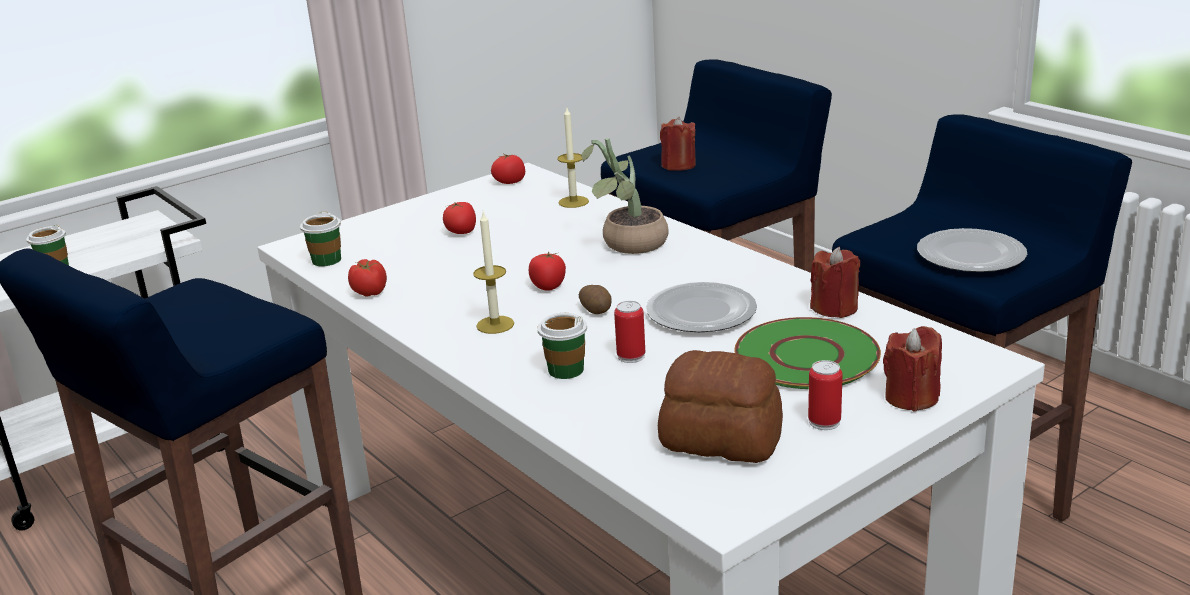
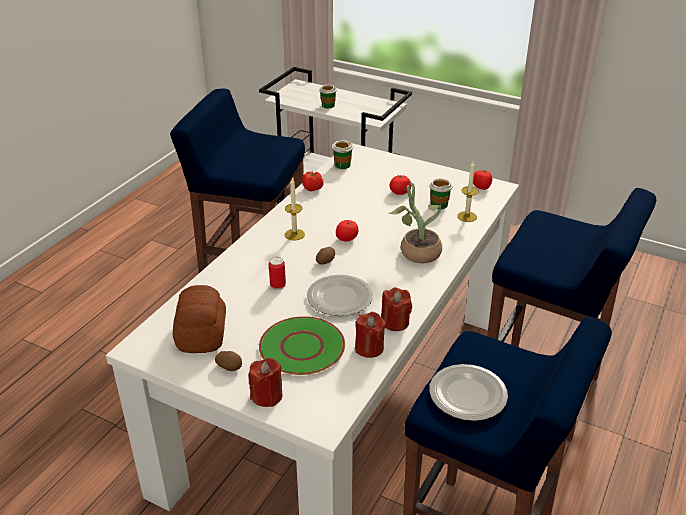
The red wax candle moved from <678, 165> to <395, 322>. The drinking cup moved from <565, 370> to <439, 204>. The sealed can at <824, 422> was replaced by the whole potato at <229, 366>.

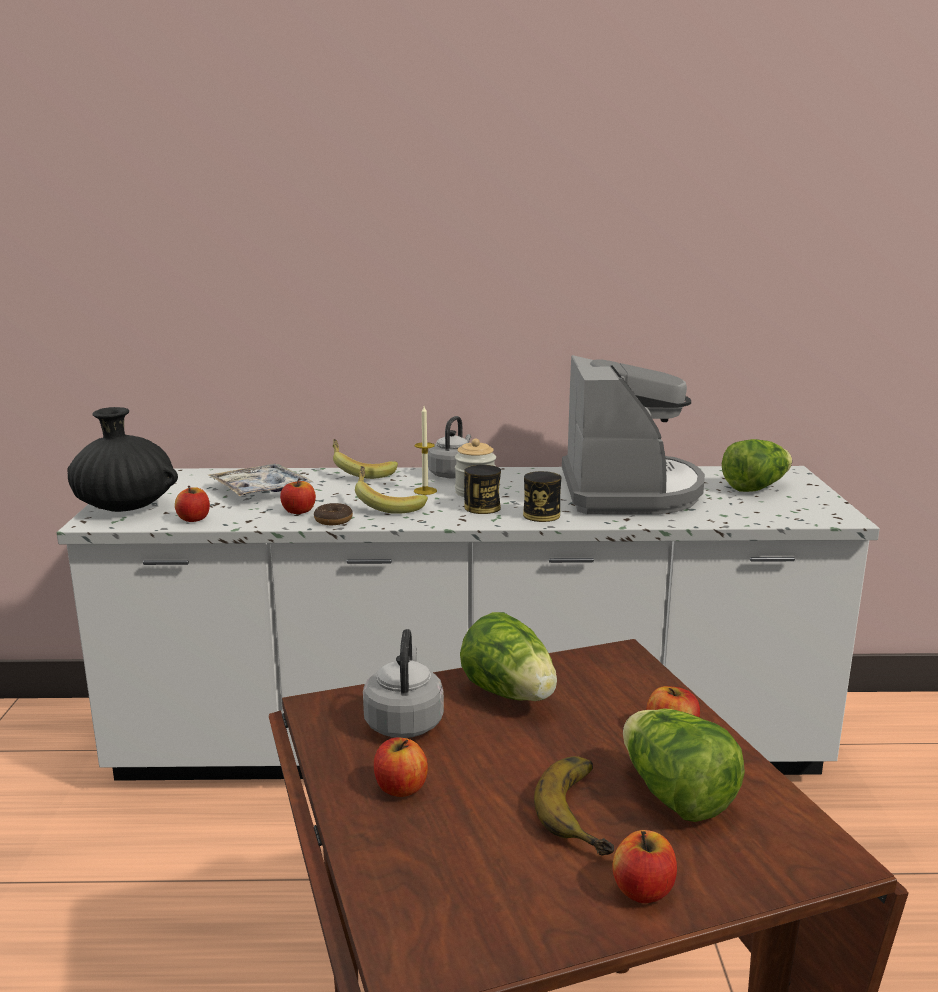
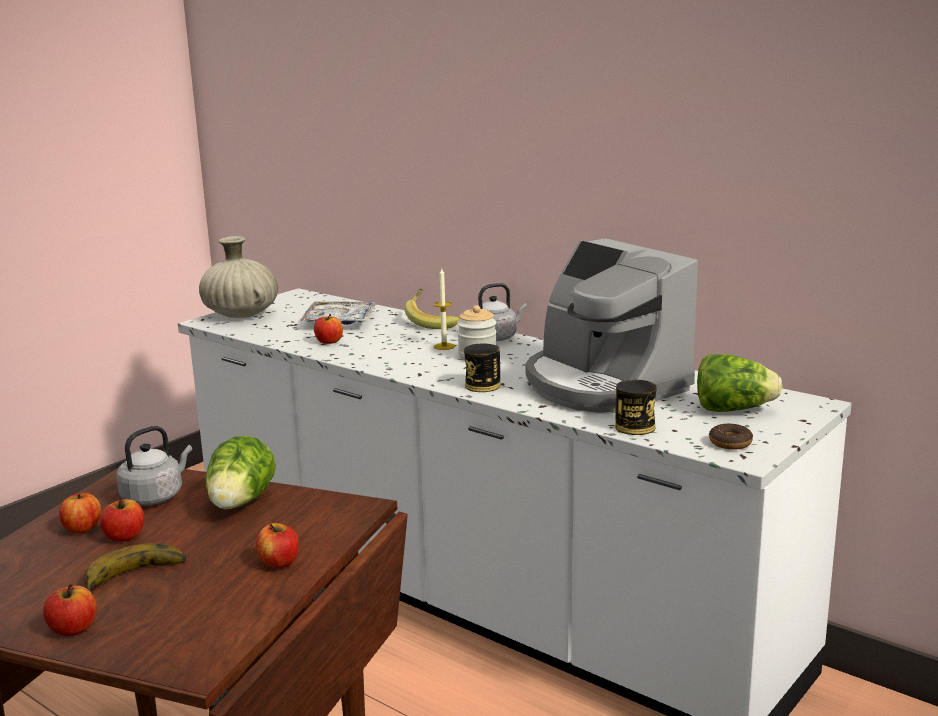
The coffee machine at <629, 491> turned 105 degrees clockwise. The black-coloured vase at <125, 507> became the beige vase at <241, 315>. The sealed can moved from <482, 508> to <635, 427>. The banana at <388, 506> disappeared. The whole apple moved from <194, 519> to <125, 536>. The ring doughnut moved from <333, 520> to <730, 443>. The lettuce at <675, 796> disappeared.

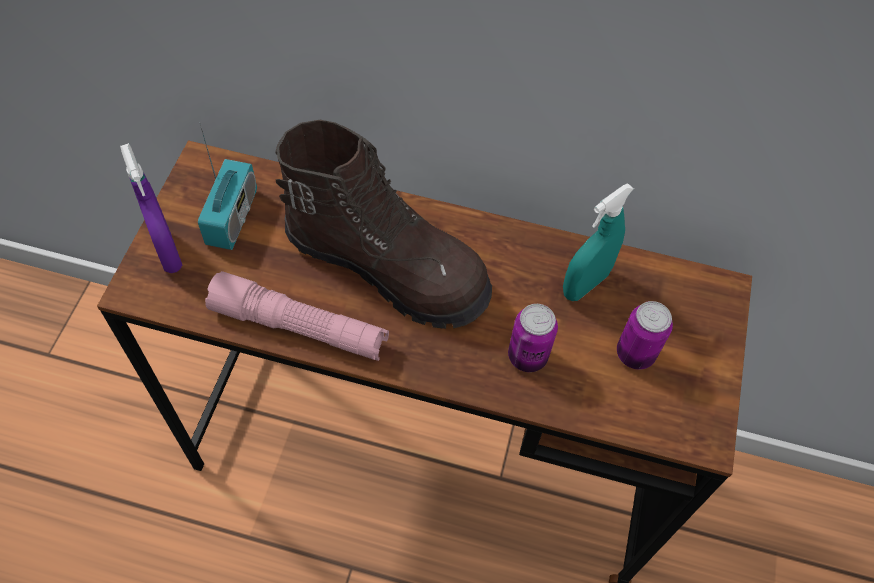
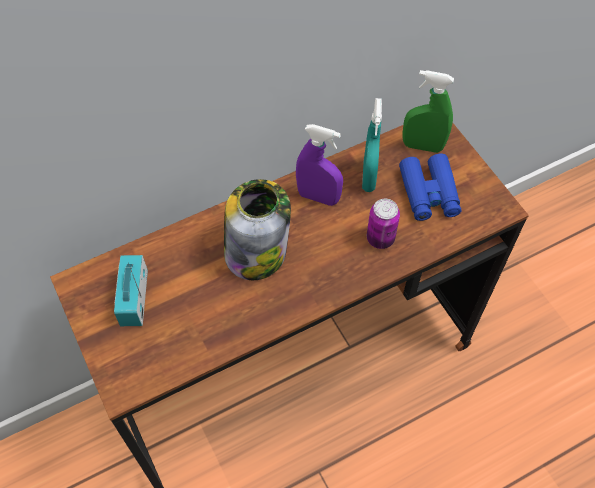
The brown boot at <388, 265> was replaced by the storage jar at <256, 251>. The radio at <232, 217> turned 150 degrees counterclockwise. The purplish hand sprayer moved from <168, 252> to <318, 197>. The pink-coloured flashlight at <299, 327> disappeared. The sealed can at <635, 354> was replaced by the blue binoculars at <429, 193>. The green-coloured hand sprayer at <422, 146> appeared.

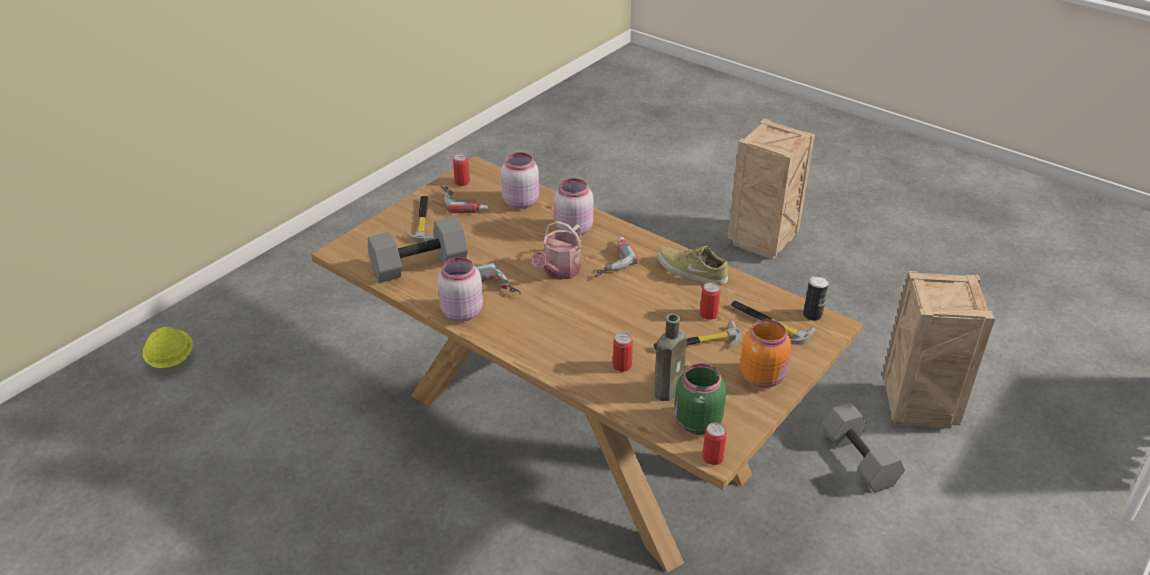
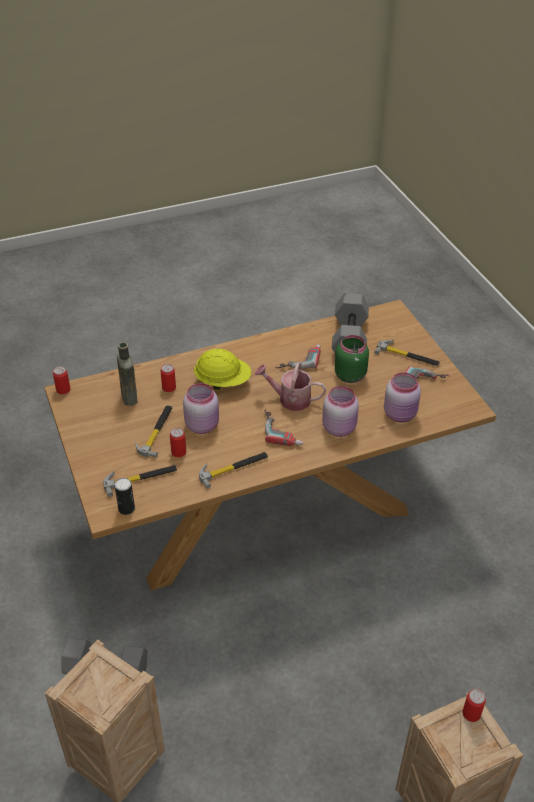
The sealed can moved from <462, 182> to <471, 714>. The watering can at <559, 271> turned 45 degrees counterclockwise. The beige shoe at <691, 271> was replaced by the tool hammer at <233, 468>. The pink-coloured storage jar moved from <460, 312> to <202, 425>. The orange-coloured storage jar at <763, 376> disappeared. The yellow-coloured hard hat moved from <171, 360> to <223, 382>. The green-coloured storage jar moved from <696, 423> to <350, 375>.

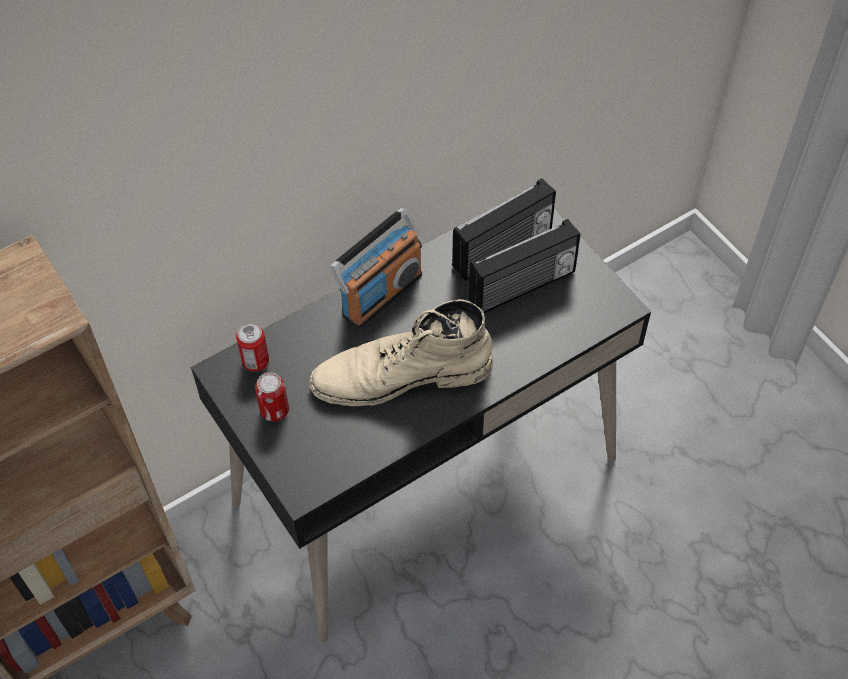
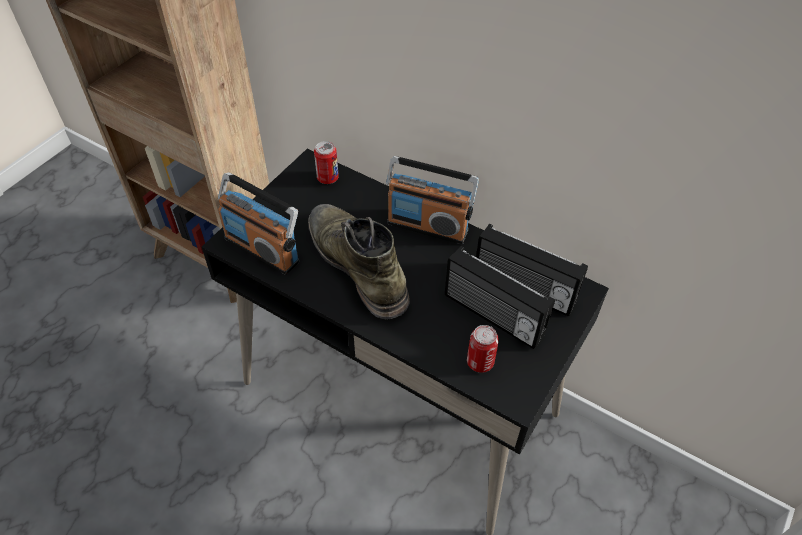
The beige boot at <401, 376> became the green-coloured boot at <357, 264>. The sealed can moved from <274, 410> to <480, 362>. The radio at <262, 249> appeared.

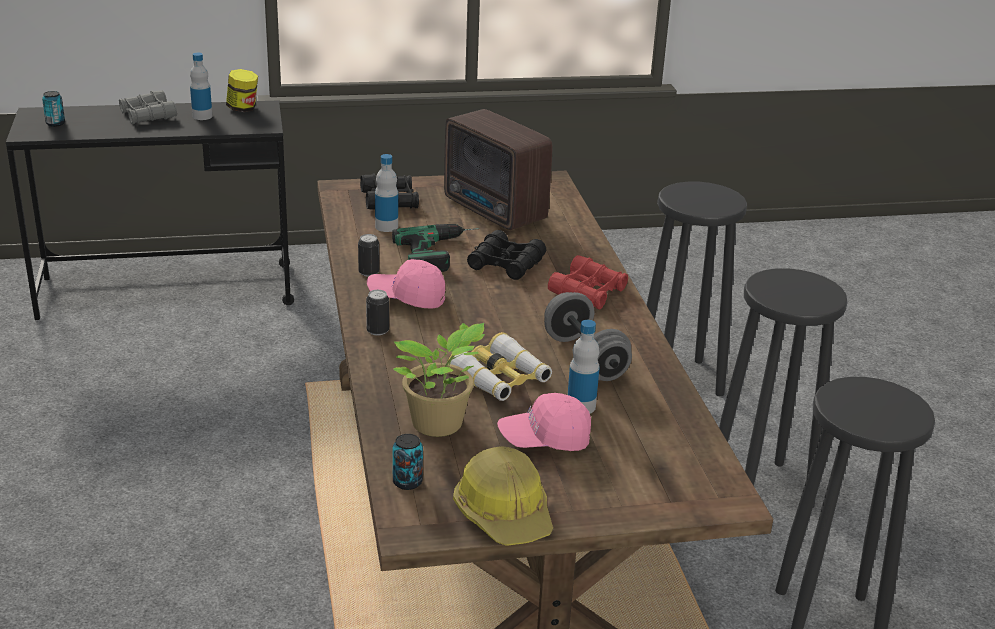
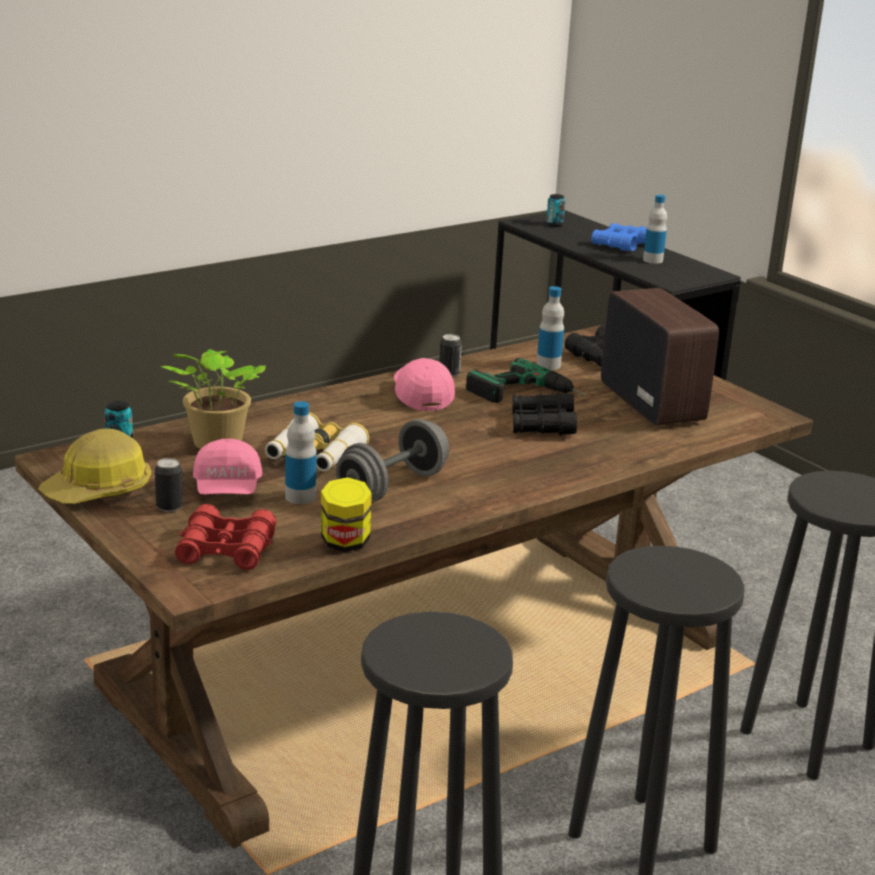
The storage jar moved from <243, 109> to <345, 543>. The greyish binoculars at <148, 115> became the blue binoculars at <621, 245>. The radio at <495, 211> turned 135 degrees clockwise. The red binoculars moved from <588, 292> to <226, 549>. The sealed can moved from <377, 331> to <169, 507>. The pink-coloured baseball cap at <544, 440> turned 150 degrees counterclockwise.

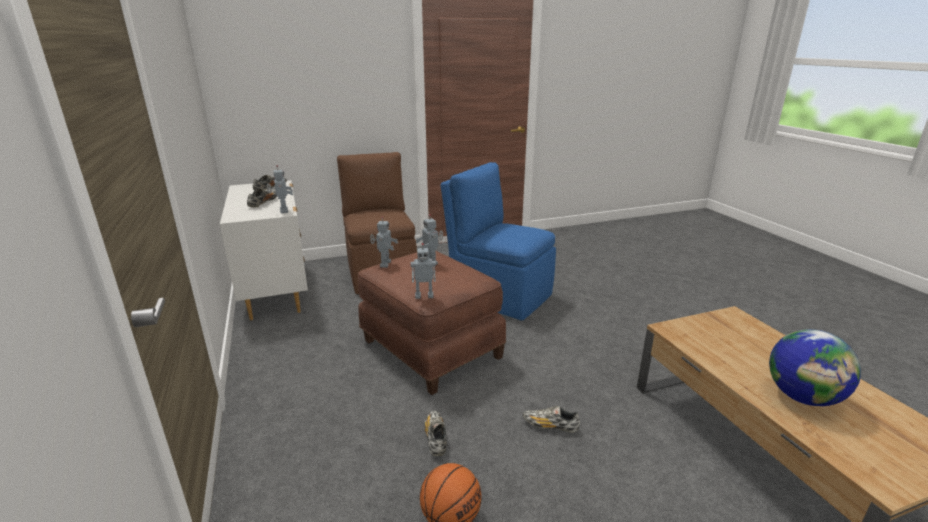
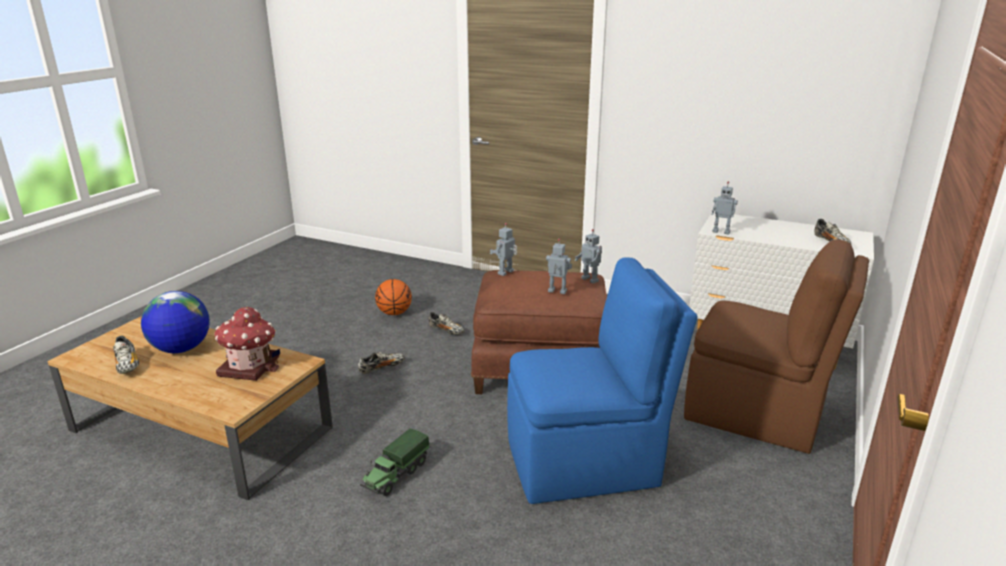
The shoe moved from <263, 203> to <127, 365>. The toy house at <250, 366> appeared. The model truck at <396, 475> appeared.

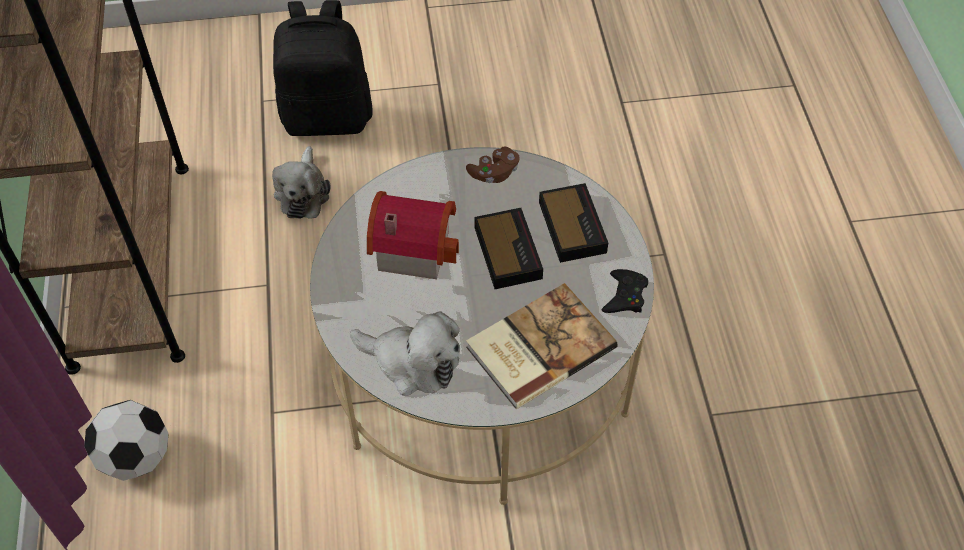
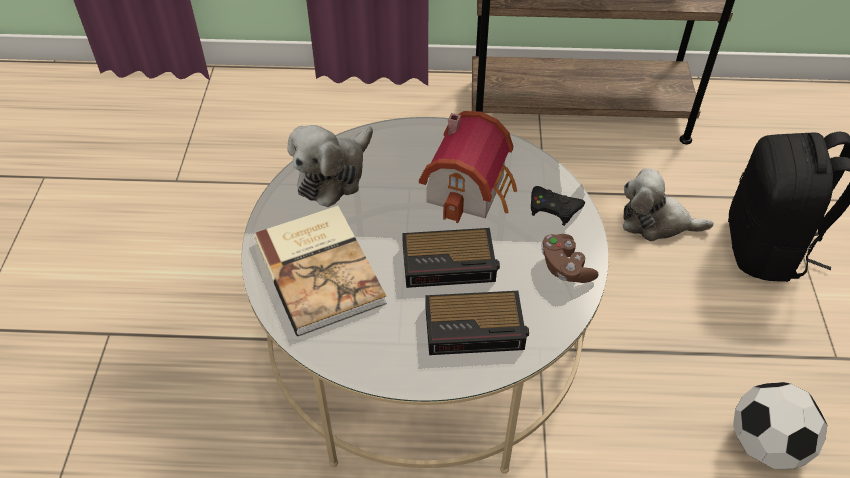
The black-coloured game controller moved from <625, 296> to <553, 208>. The football moved from <136, 457> to <766, 444>.

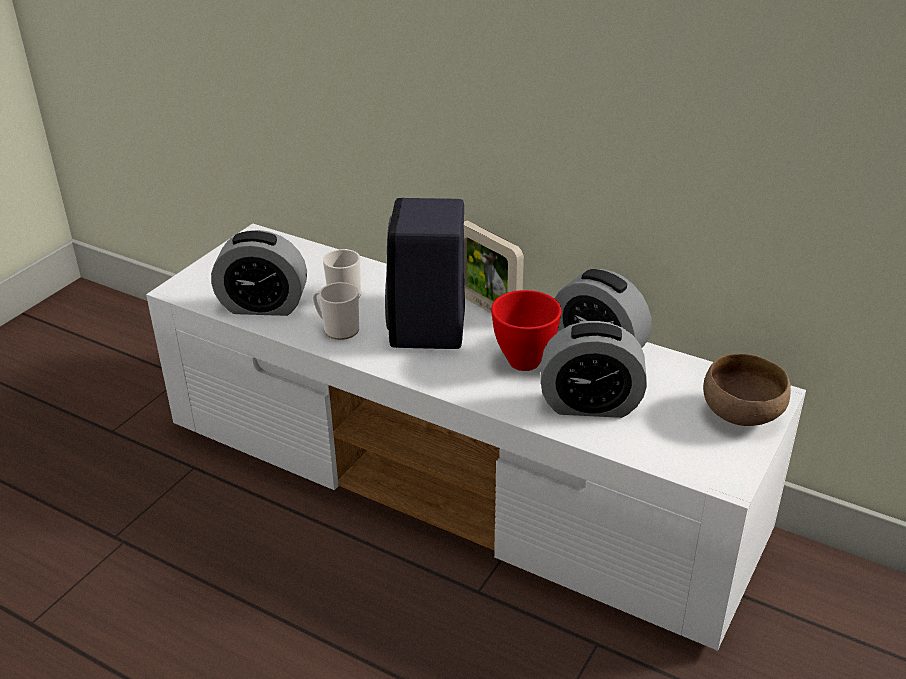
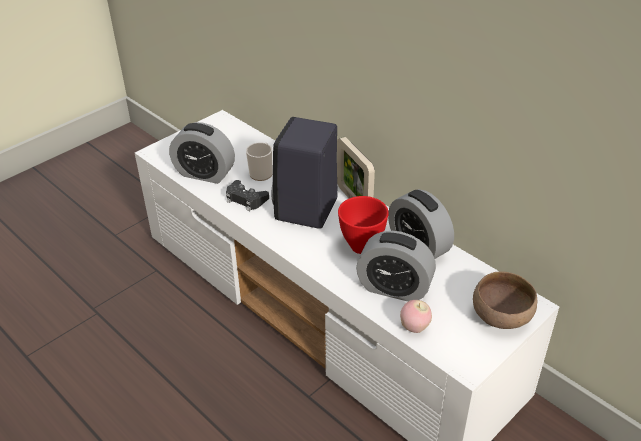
The tea mug at <337, 329> was replaced by the black-coloured game controller at <246, 199>. The whole apple at <414, 327> appeared.

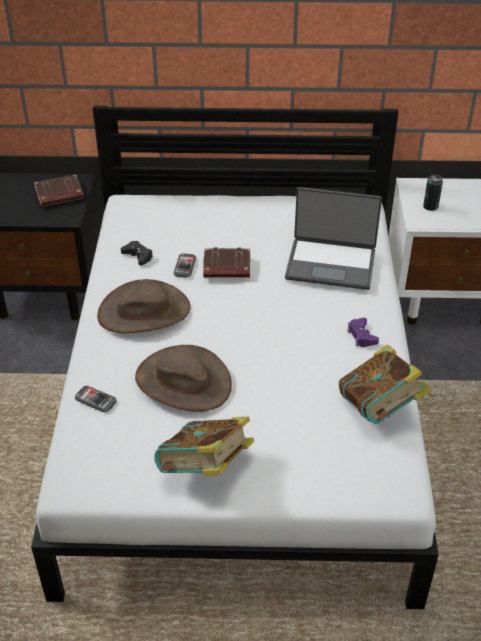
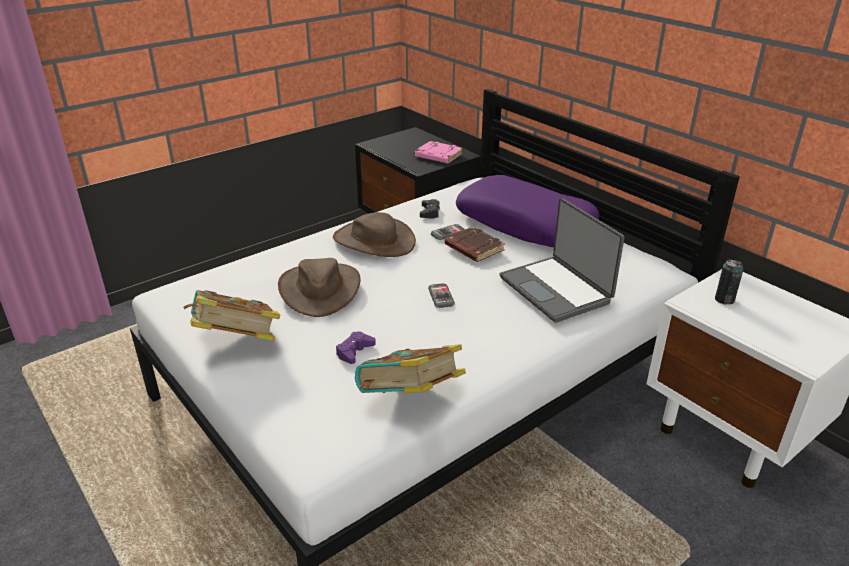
The brown volume at <59, 195> became the pink-coloured volume at <437, 156>. The purplish game controller moved from <361, 336> to <354, 351>. The phone moved from <95, 400> to <441, 297>. The purplish throw pillow at <525, 223> appeared.

